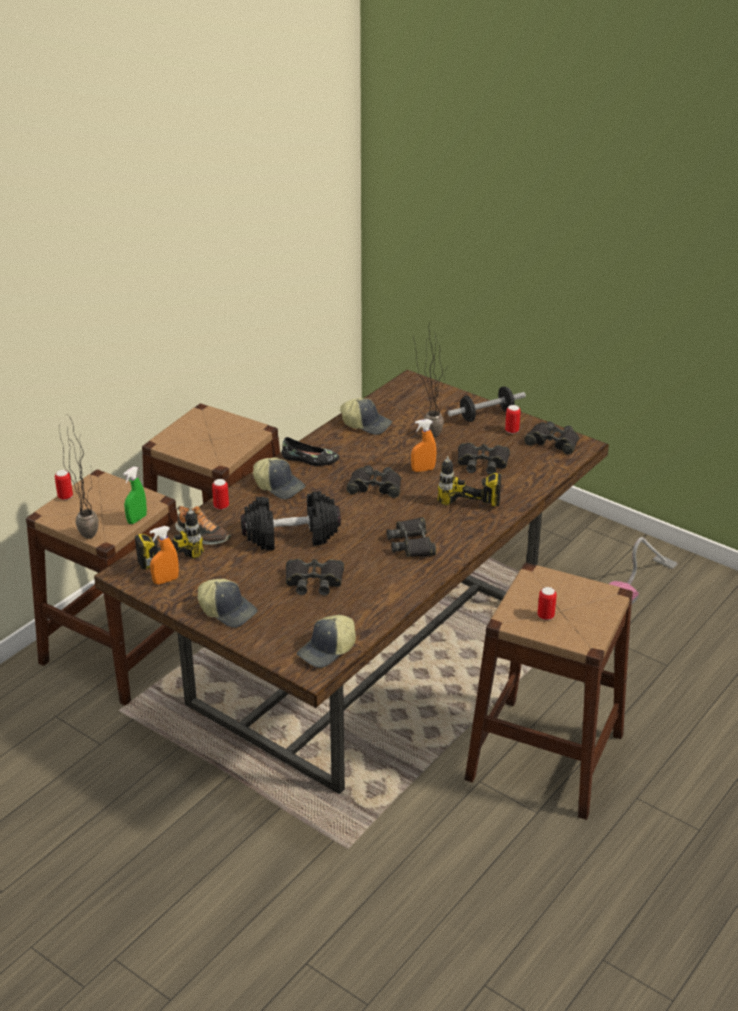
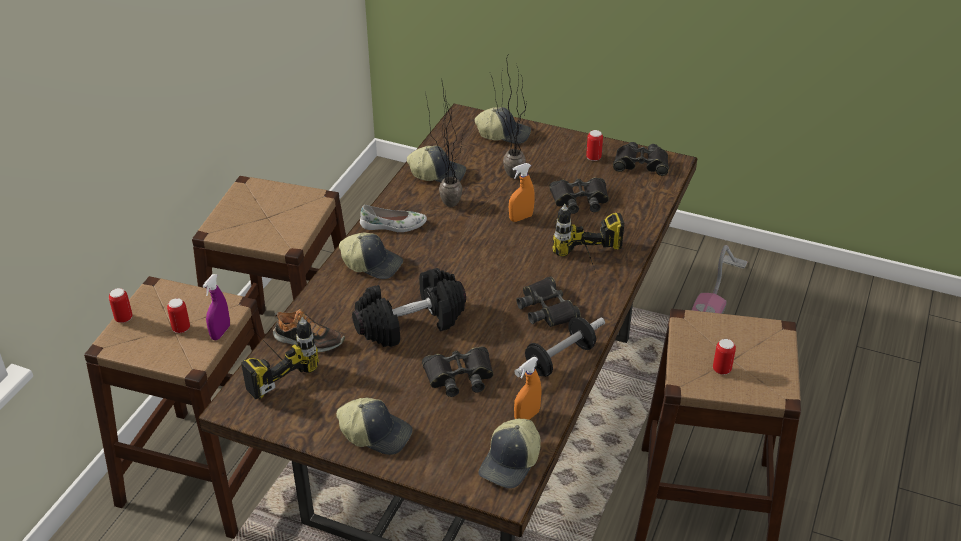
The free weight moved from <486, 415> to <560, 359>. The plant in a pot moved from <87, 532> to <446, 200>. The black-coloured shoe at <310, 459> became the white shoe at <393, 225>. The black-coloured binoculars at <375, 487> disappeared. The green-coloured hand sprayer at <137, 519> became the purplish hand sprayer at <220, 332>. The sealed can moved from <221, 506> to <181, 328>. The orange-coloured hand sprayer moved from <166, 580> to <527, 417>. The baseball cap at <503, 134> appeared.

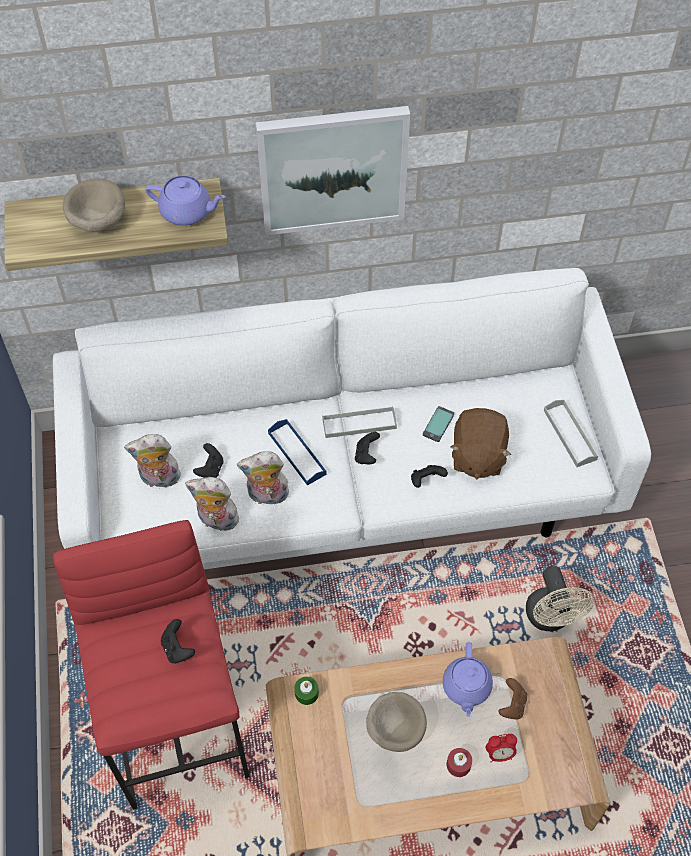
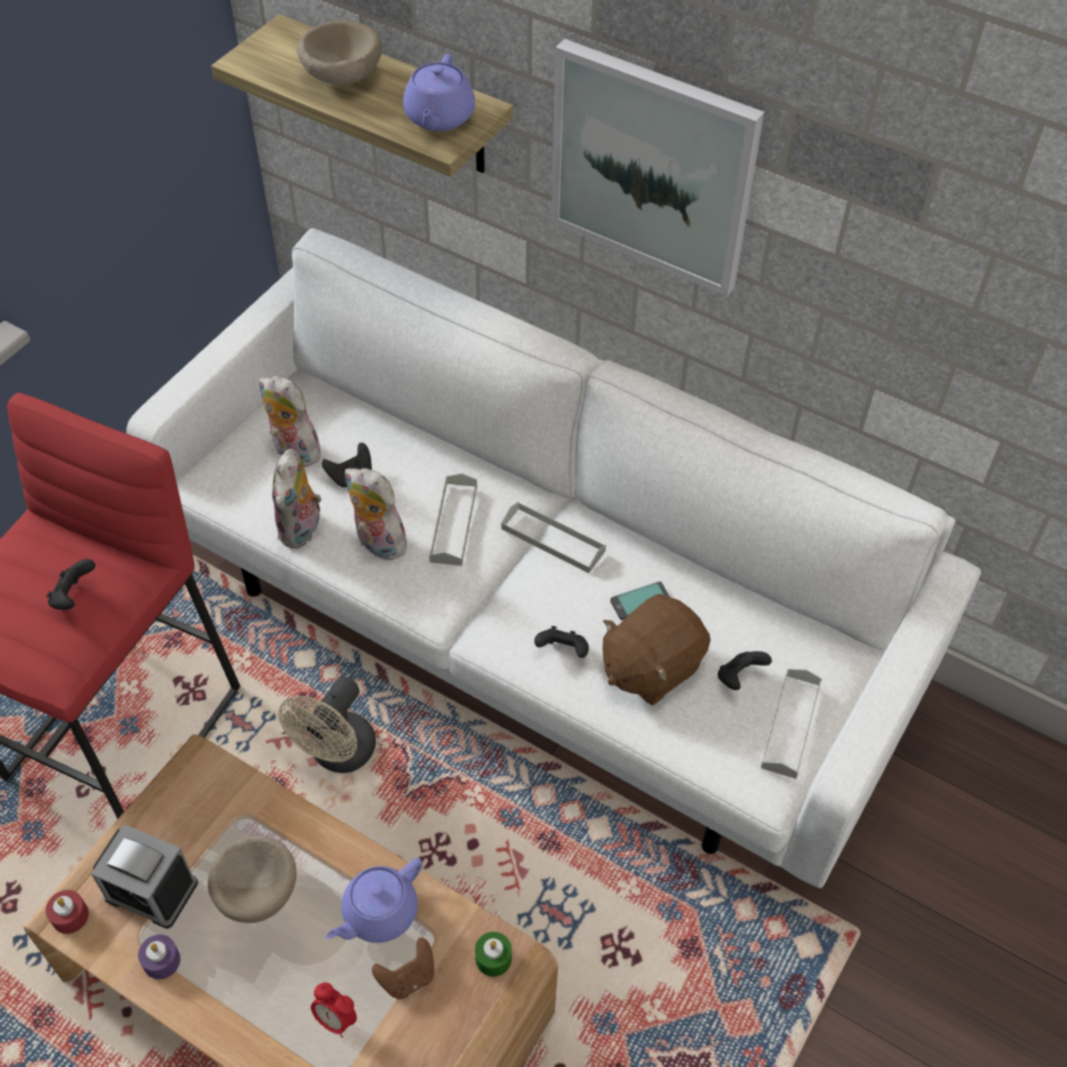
The purplish tea pot at <187, 212> turned 45 degrees clockwise. The blue carrying tray at <297, 453> became the greyish carrying tray at <453, 523>. The black-coloured game controller moved from <366, 455> to <739, 677>. The cuddly toy at <216, 520> turned 135 degrees counterclockwise. The beige cooling fan moved from <550, 618> to <338, 755>. The green-coloured wax candle moved from <306, 693> to <493, 958>. The red wax candle moved from <458, 764> to <70, 916>. The alarm clock at <151, 890> appeared. The purplish wax candle at <161, 961> appeared.

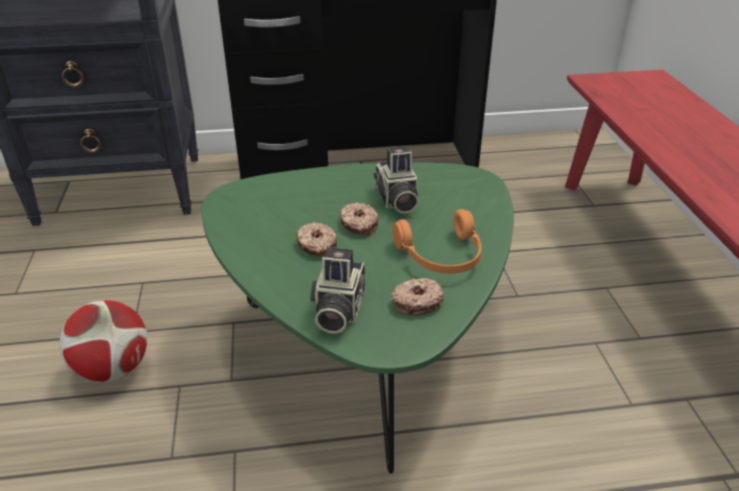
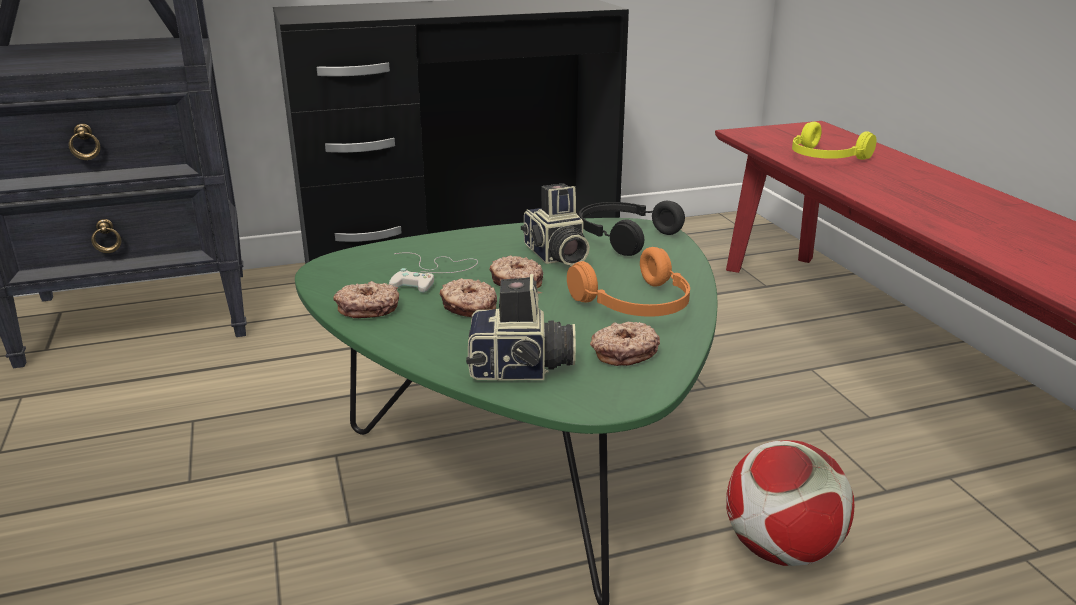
The still camera at <337, 310> turned 90 degrees counterclockwise. The football moved from <113, 369> to <780, 549>. The yellow-coloured headset at <824, 158> appeared. The black-coloured headset at <622, 237> appeared. The white game controller at <432, 274> appeared. The ring doughnut at <368, 308> appeared.

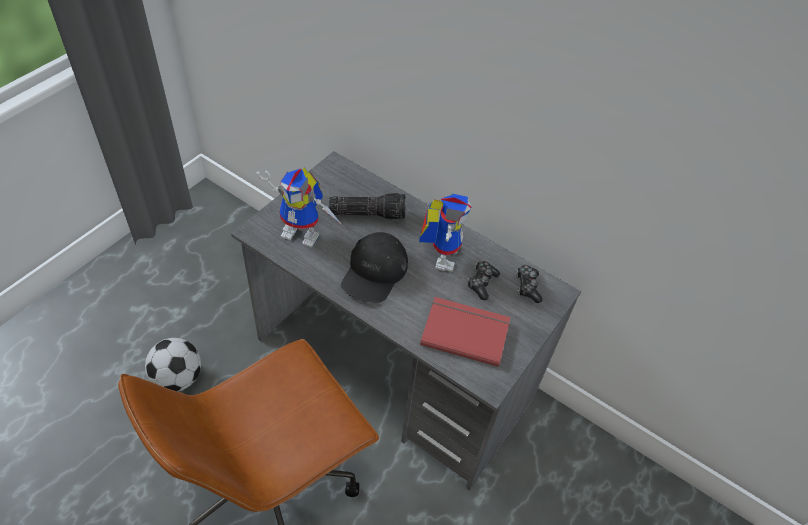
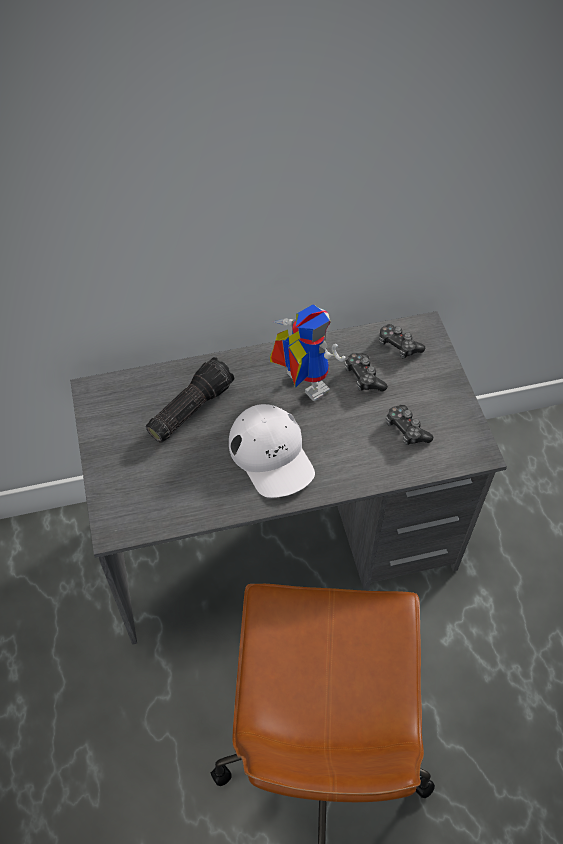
The toy robot at <305, 232> disappeared. The black-coloured baseball cap at <374, 272> became the white baseball cap at <271, 455>. The red volume at <465, 331> was replaced by the game controller at <406, 430>. The football at <178, 378> disappeared.

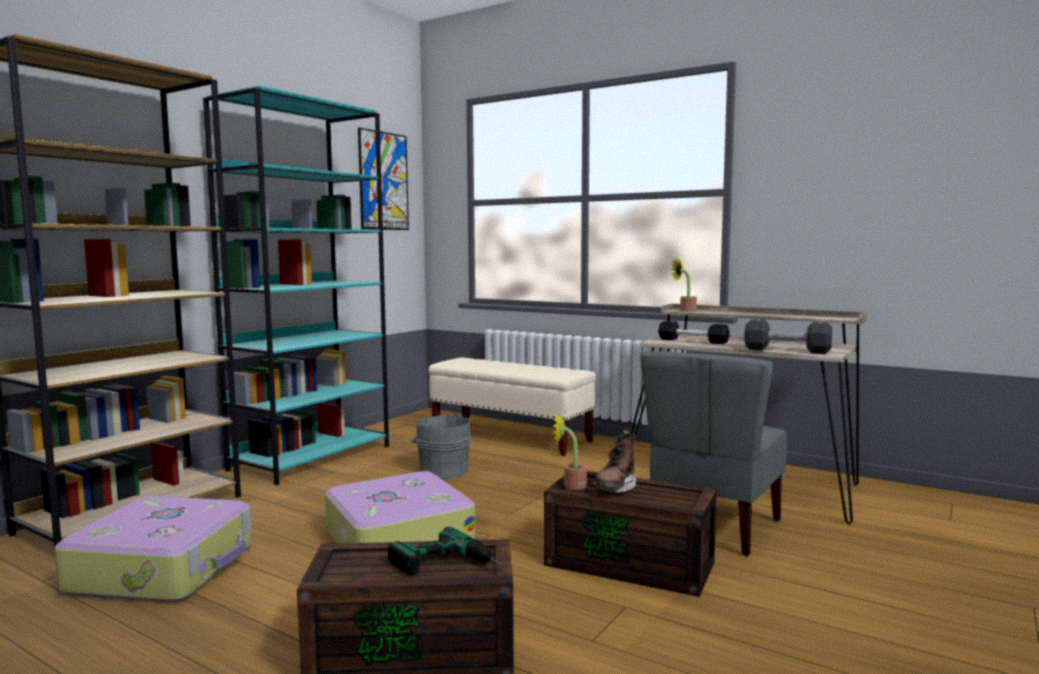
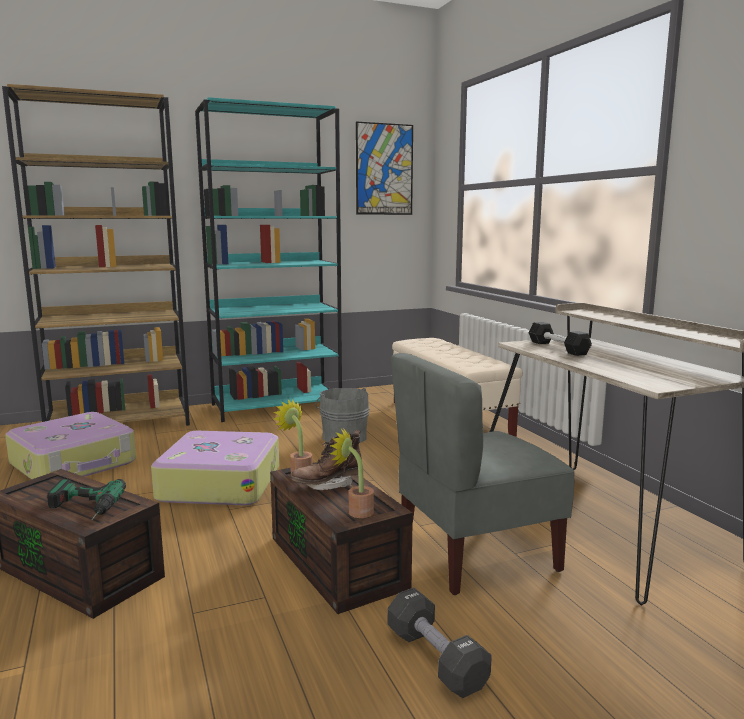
The plant in a pot moved from <684, 311> to <356, 511>. The black-coloured free weight moved from <787, 351> to <435, 659>.

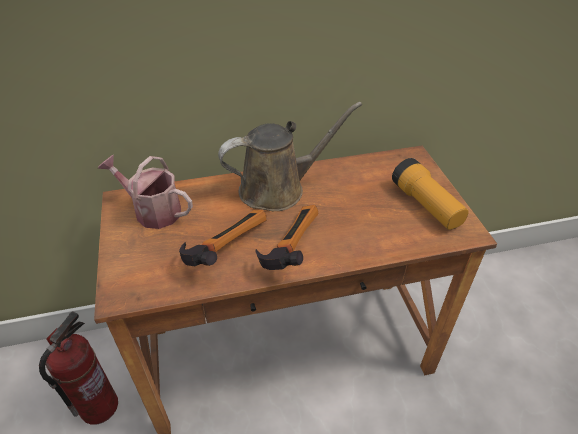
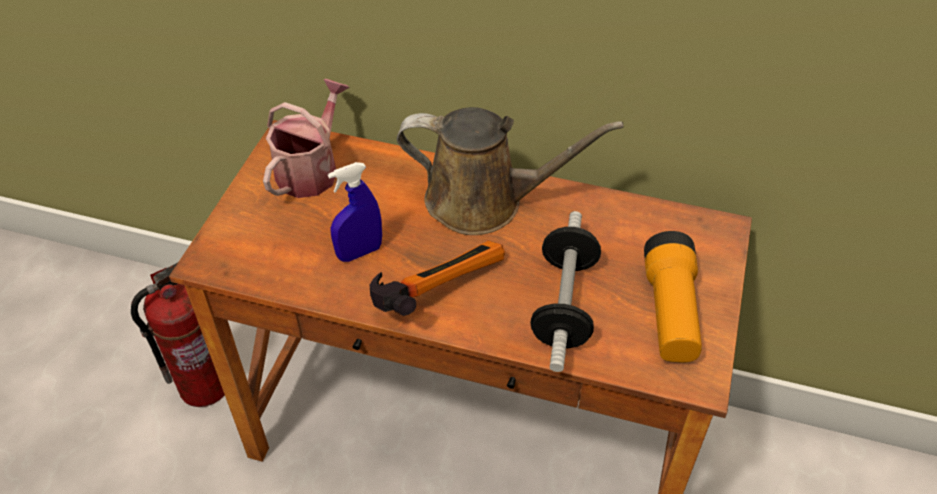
The watering can at <153, 211> turned 60 degrees clockwise. The tool hammer at <224, 247> was replaced by the blue hand sprayer at <359, 252>. The free weight at <564, 305> appeared.

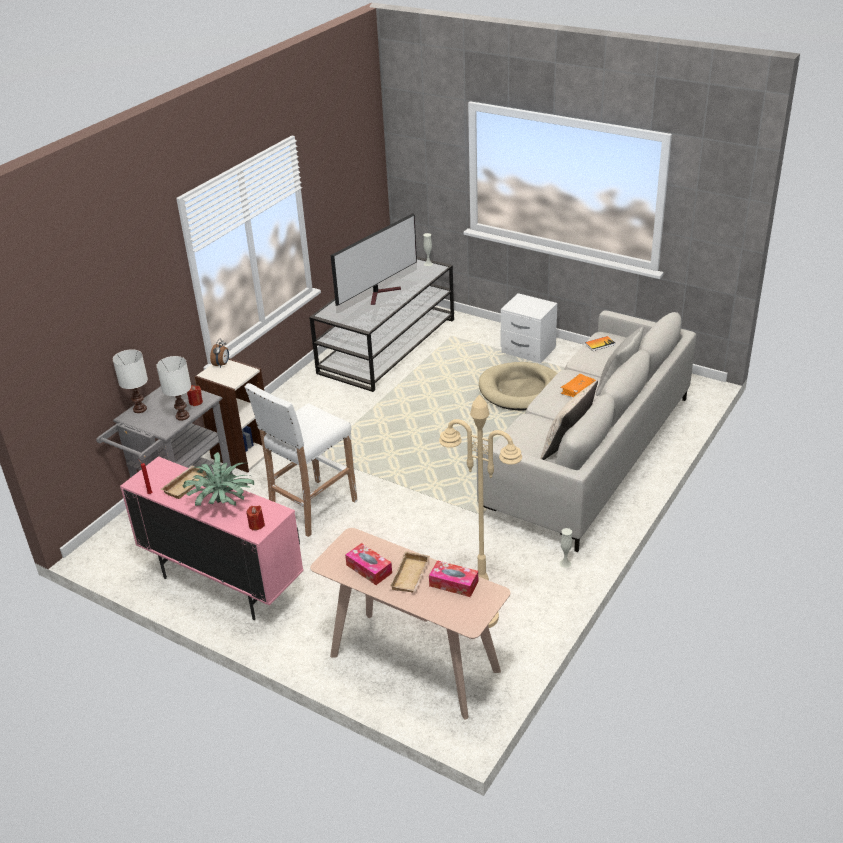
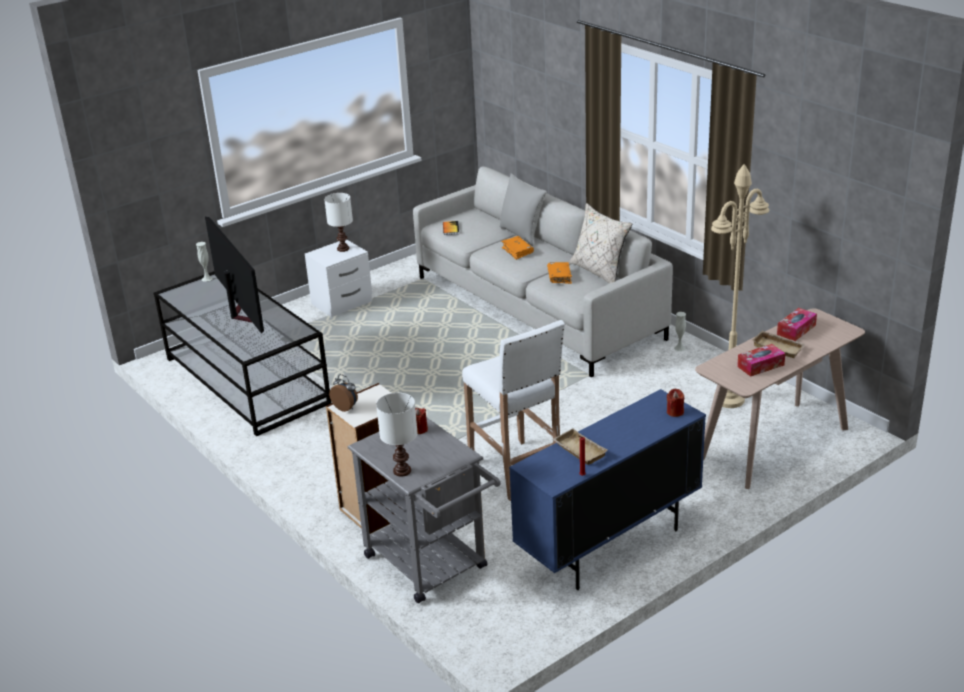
The white table lamp moved from <182, 416> to <343, 249>. The beige dog cushion at <521, 390> disappeared. The plant in a pot at <223, 502> disappeared. The pink-coloured cabinet at <223, 583> became the blue cabinet at <609, 546>. The orange-coloured volume at <559, 277> appeared.

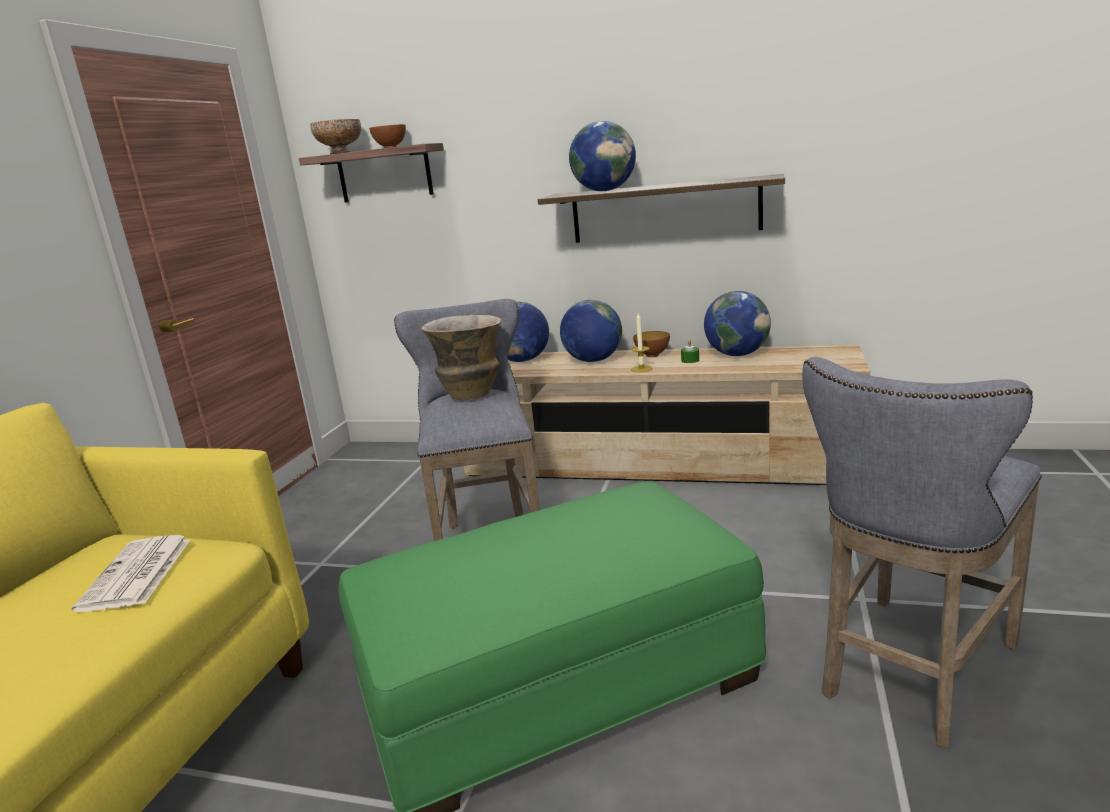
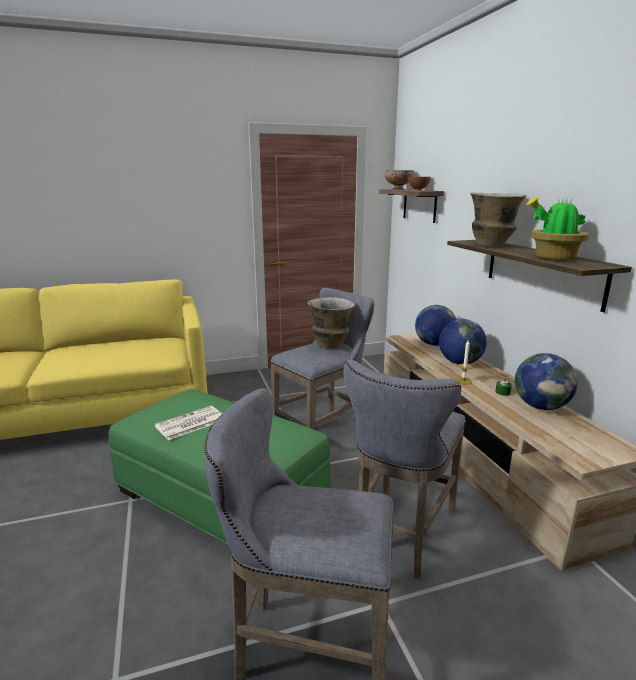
The world globe at <604, 191> was replaced by the vase at <492, 245>. The bowl at <652, 355> disappeared. The printed paper moved from <137, 574> to <190, 423>. The plant in a pot at <553, 258> appeared. The greyish stool seat at <400, 534> appeared.

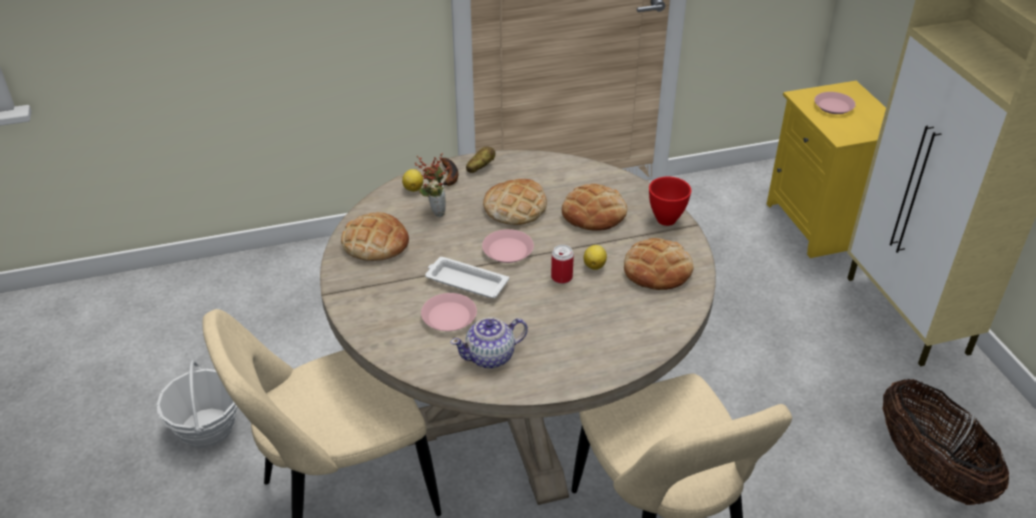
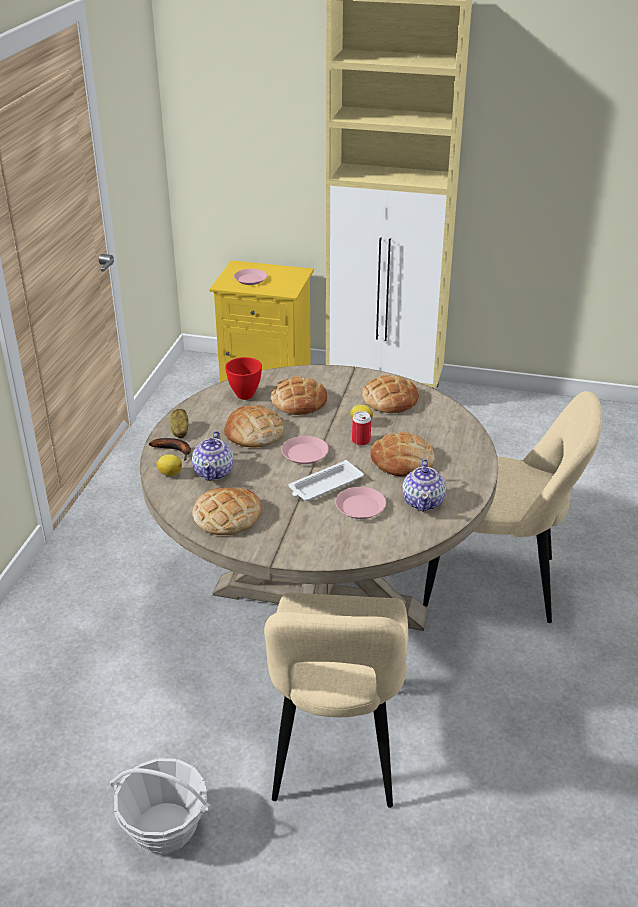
The plant in a pot at <435, 210> was replaced by the tea pot at <214, 472>. The red bowl moved from <667, 220> to <245, 395>. The storage basket at <929, 469> disappeared. The baked bread at <402, 460> appeared.

